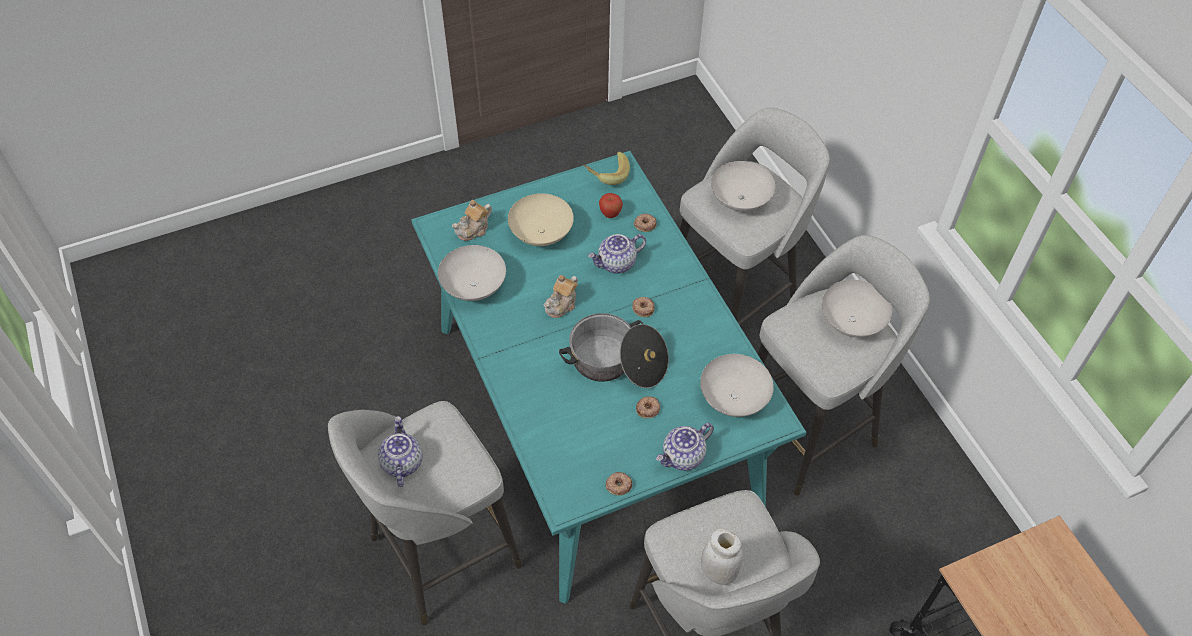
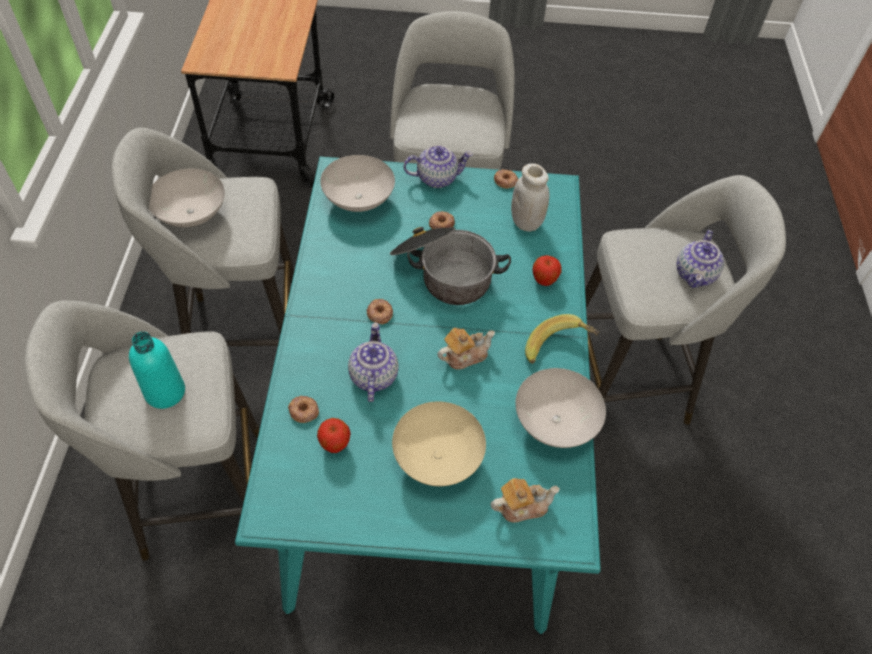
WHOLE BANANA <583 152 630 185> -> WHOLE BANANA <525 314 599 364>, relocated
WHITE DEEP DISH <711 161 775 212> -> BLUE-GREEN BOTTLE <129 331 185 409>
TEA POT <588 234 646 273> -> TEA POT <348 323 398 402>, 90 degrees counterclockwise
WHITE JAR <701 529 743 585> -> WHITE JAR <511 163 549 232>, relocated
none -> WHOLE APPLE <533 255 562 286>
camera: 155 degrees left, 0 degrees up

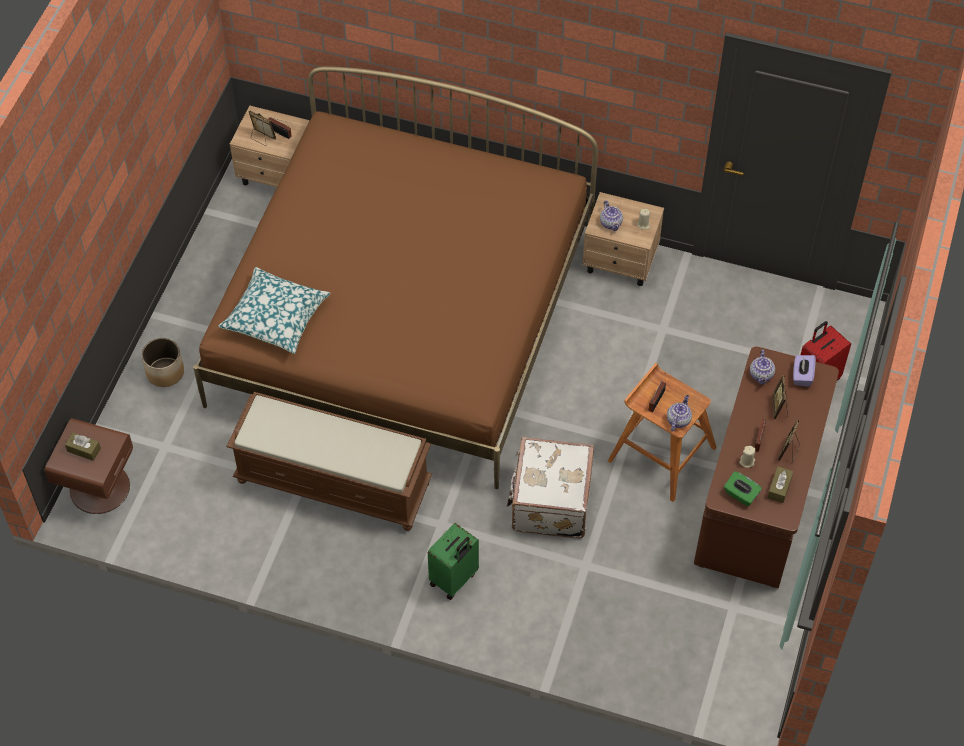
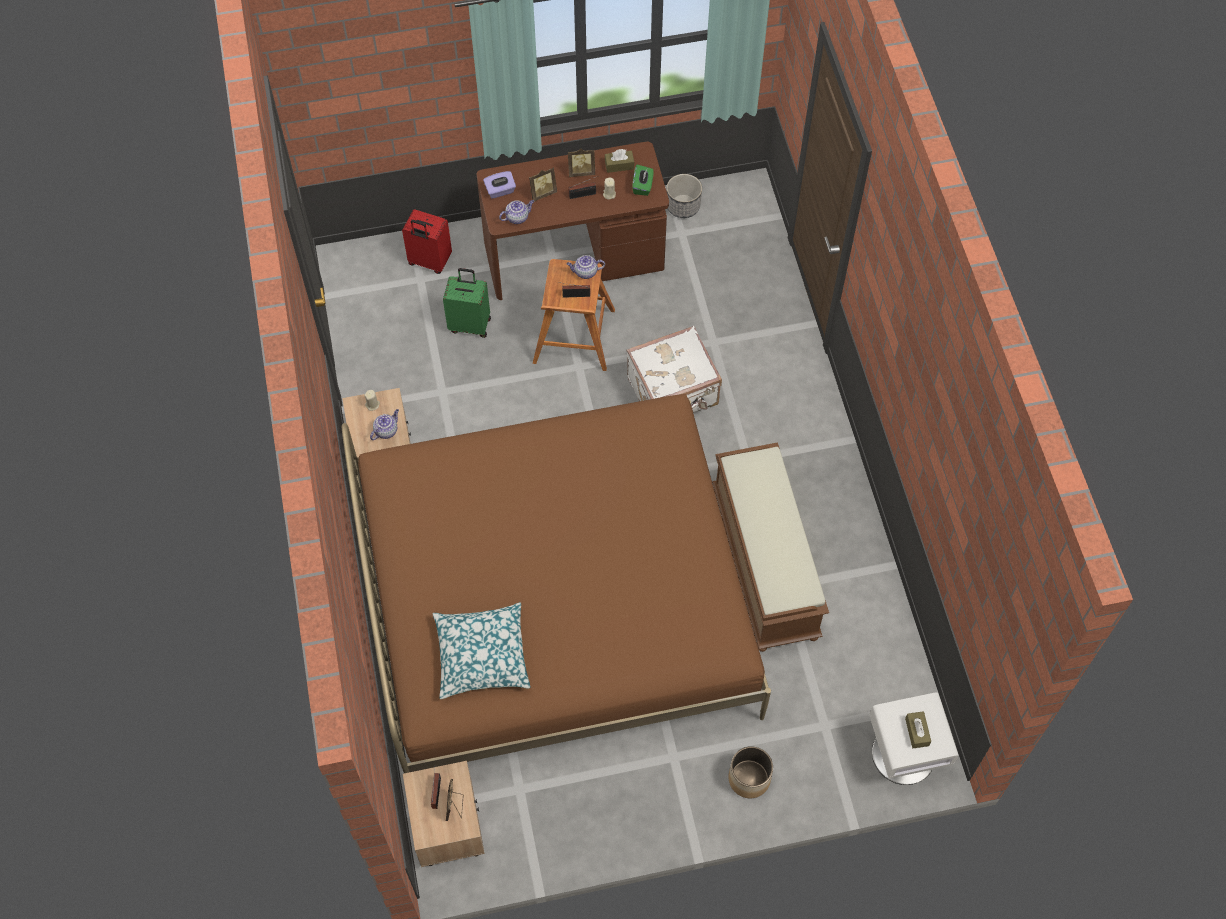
PILLOW <218 267 330 354> -> PILLOW <433 602 530 699>, relocated
BROWNISH NIGHT TABLE <45 418 133 514> -> WHITE NIGHT TABLE <869 692 959 785>
GREEN-COLOURED PIECE OF LUGGAGE <428 523 479 600> -> GREEN-COLOURED PIECE OF LUGGAGE <443 268 491 338>, relocated
none -> PLANT POT <667 174 702 218>
camera: 120 degrees left, 5 degrees up

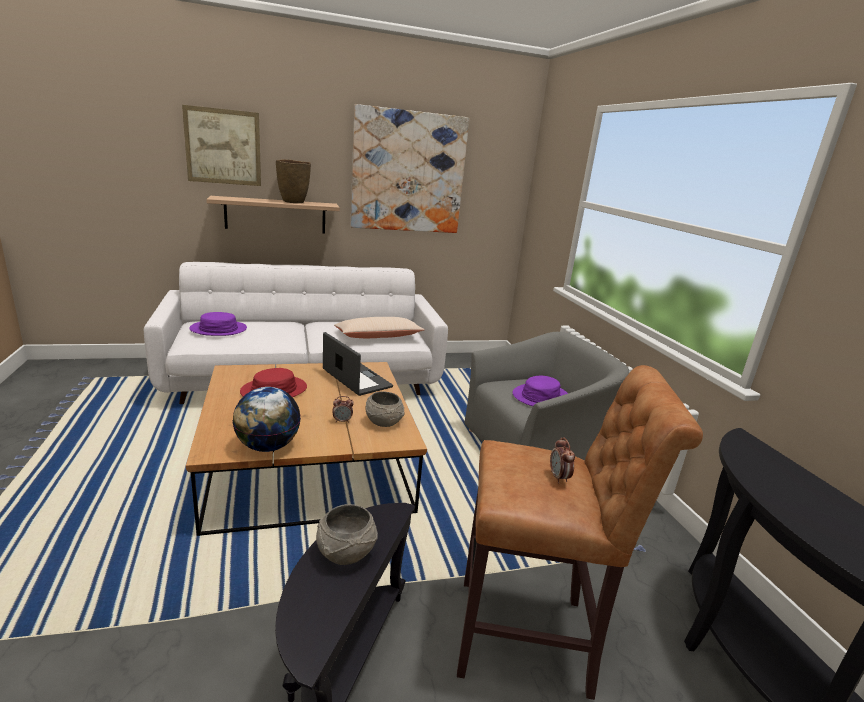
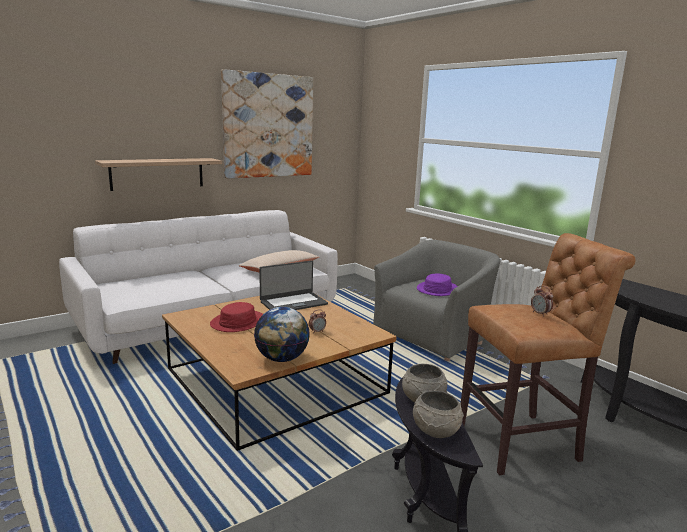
WALL PICTURE <182 105 261 186> -> none
BROWNISH DECORATIVE VASE <276 159 311 203> -> none
PURPLE HAT <189 312 247 336> -> none
PORTABLE COMPUTER <323 332 393 396> -> PORTABLE COMPUTER <259 261 328 310>, 120 degrees clockwise
GREYISH DEEP DISH <365 391 405 427> -> GREYISH DEEP DISH <413 391 464 438>, relocated
camera: 20 degrees left, 5 degrees down

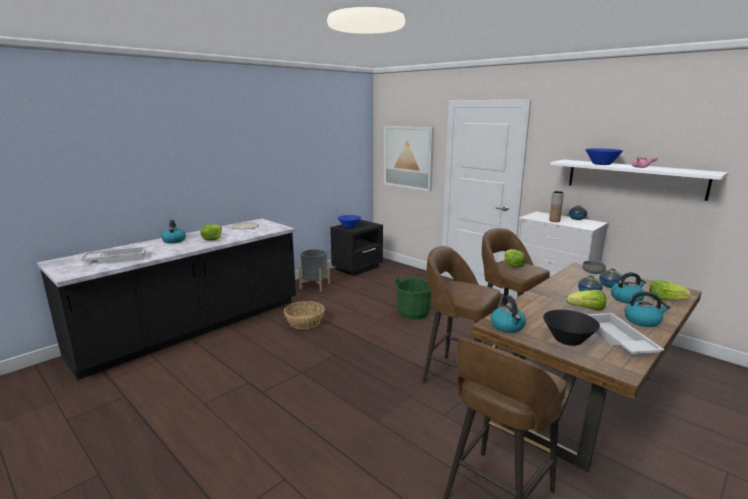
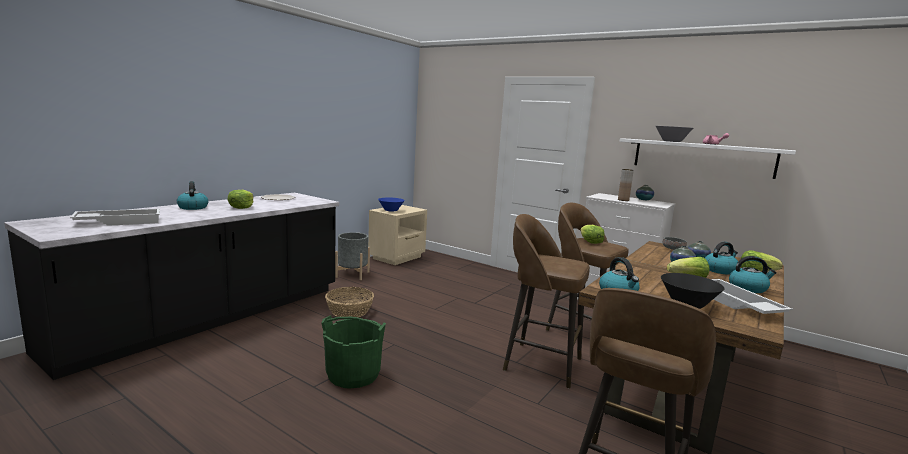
WALL PICTURE <384 126 434 192> -> none
BLUE-COLOURED DEEP DISH <585 148 623 165> -> GREYISH DEEP DISH <656 126 693 142>
BLACKISH NIGHT TABLE <330 220 383 276> -> BEIGE NIGHT TABLE <368 205 427 265>
GREEN-COLOURED WATER BUCKET <395 277 432 320> -> GREEN-COLOURED WATER BUCKET <321 316 386 389>, relocated
camera: 10 degrees left, 5 degrees down

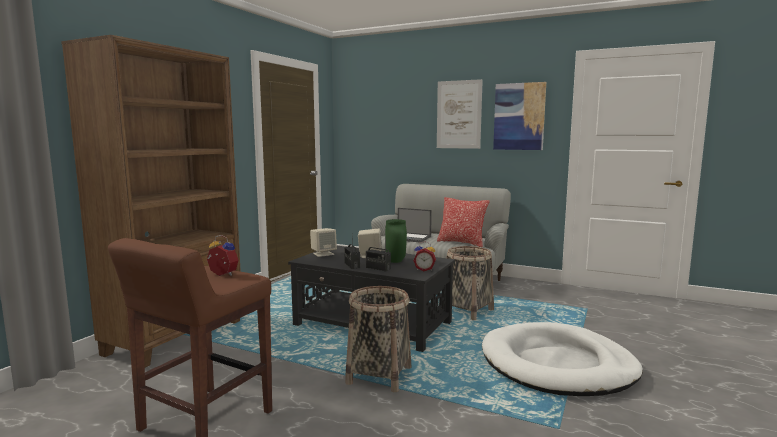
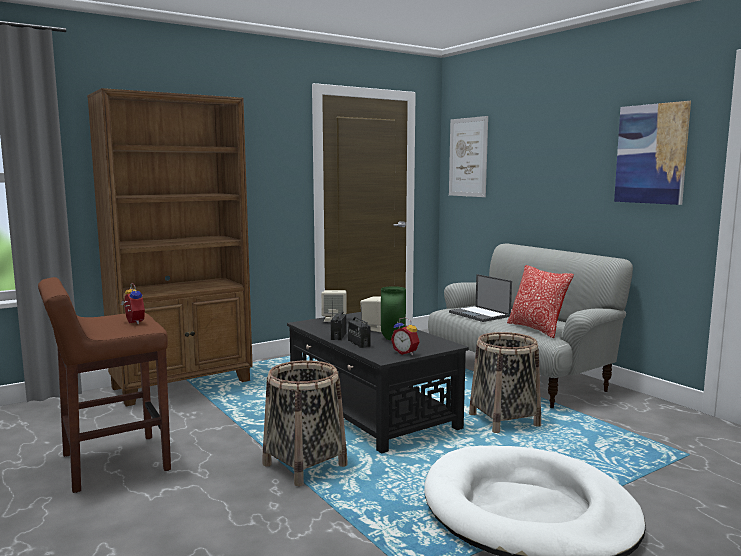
WALL PICTURE <437 79 483 149> -> WALL PICTURE <449 116 488 197>, relocated
camera: 30 degrees right, 0 degrees up

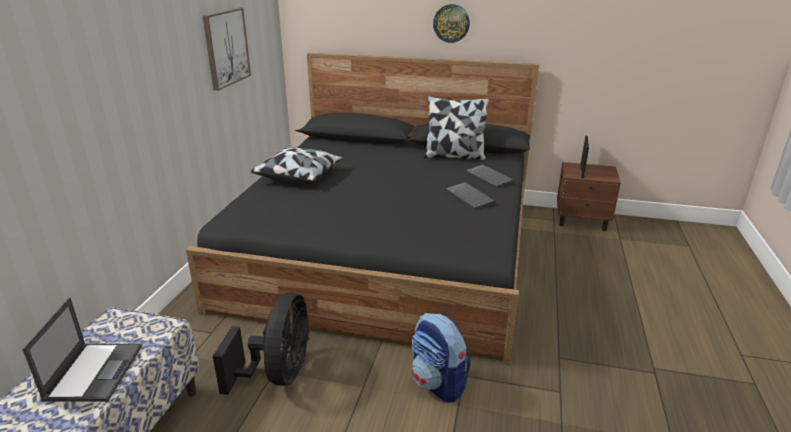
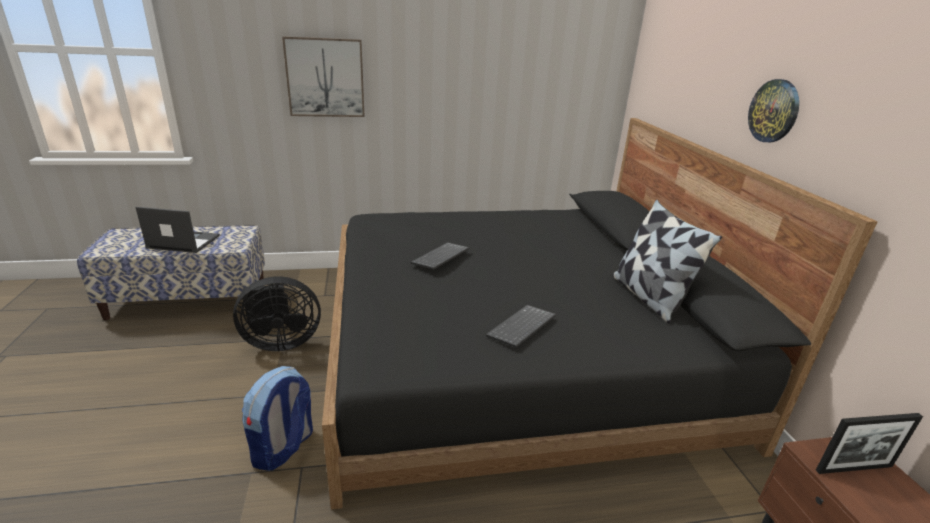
WALL PICTURE <203 8 251 91> -> WALL PICTURE <282 36 365 117>, relocated
PILLOW <251 147 343 184> -> none
COMPUTER KEYBOARD <466 164 514 188> -> COMPUTER KEYBOARD <411 242 469 270>, relocated
PORTABLE COMPUTER <22 297 142 402> -> PORTABLE COMPUTER <135 207 220 253>, 150 degrees counterclockwise
camera: 65 degrees right, 0 degrees up

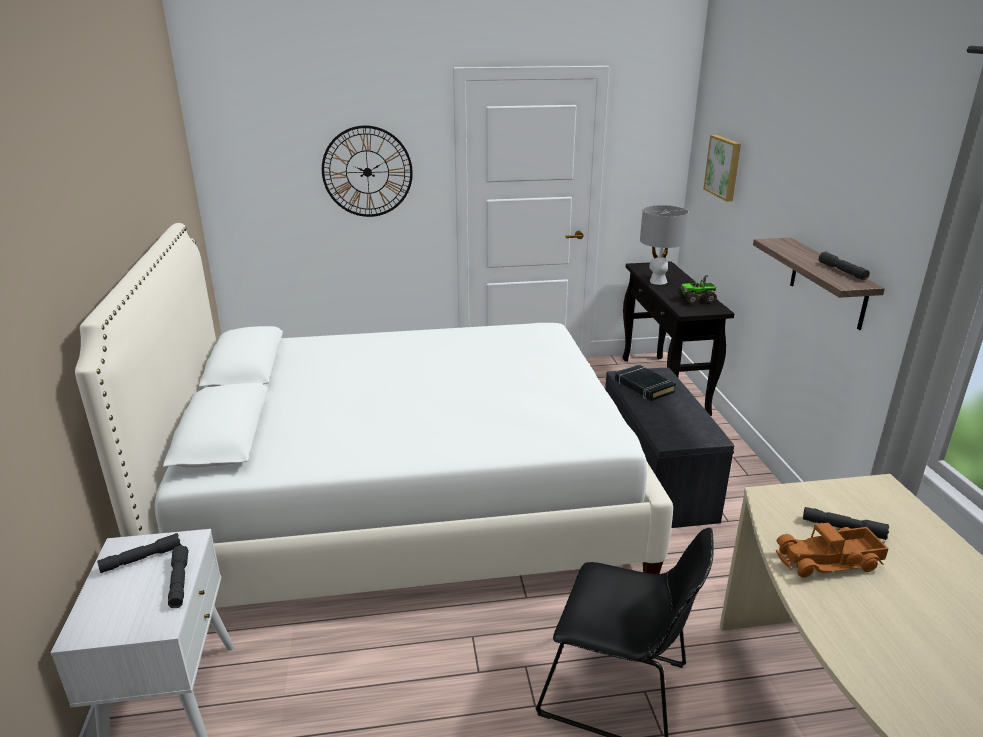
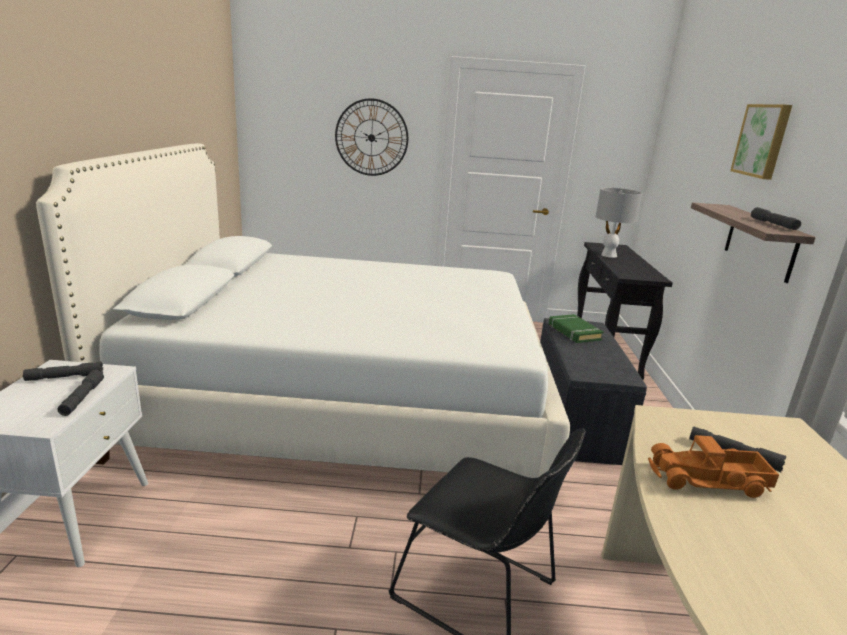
WALL PICTURE <703 135 741 201> -> WALL PICTURE <730 104 792 180>, relocated
TOY TRUCK <678 275 717 305> -> none
BLACKISH BOOK <615 365 676 401> -> GREEN-COLOURED BOOK <549 314 604 343>
camera: 10 degrees right, 5 degrees down

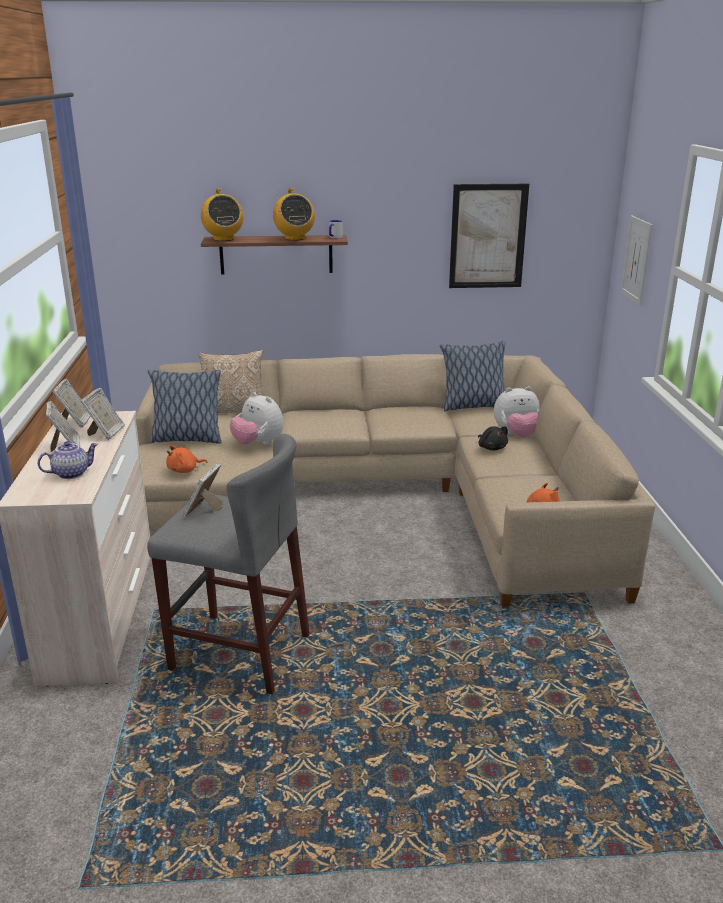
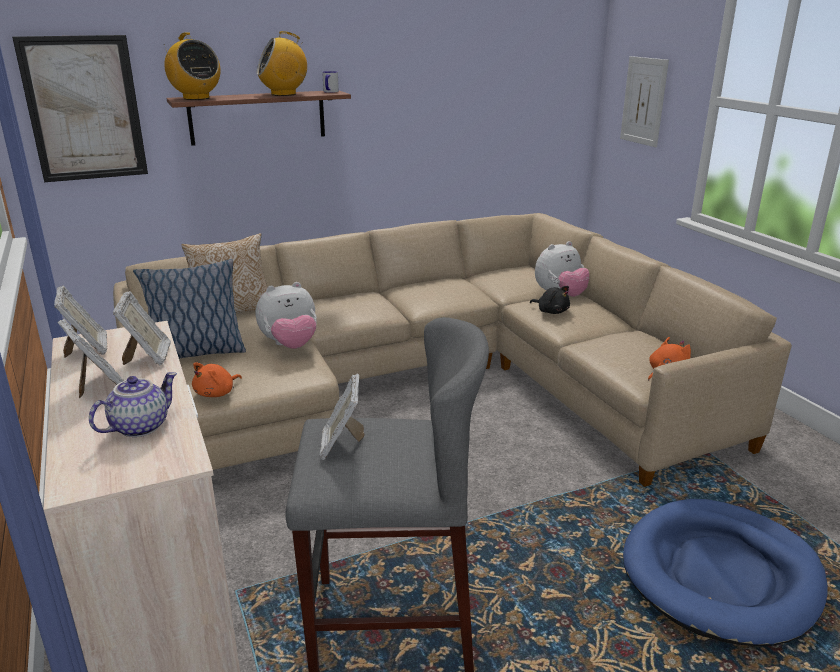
WALL PICTURE <449 184 529 288> -> WALL PICTURE <12 35 148 182>, relocated
RADIO <273 188 315 241> -> RADIO <256 31 307 96>, 105 degrees clockwise
PILLOW <440 341 505 411> -> none
SOFT TOY <230 392 284 445> -> SOFT TOY <256 282 317 349>, 45 degrees counterclockwise
none -> BLUE-COLOURED DOG CUSHION <623 499 828 646>
camera: 20 degrees left, 0 degrees up

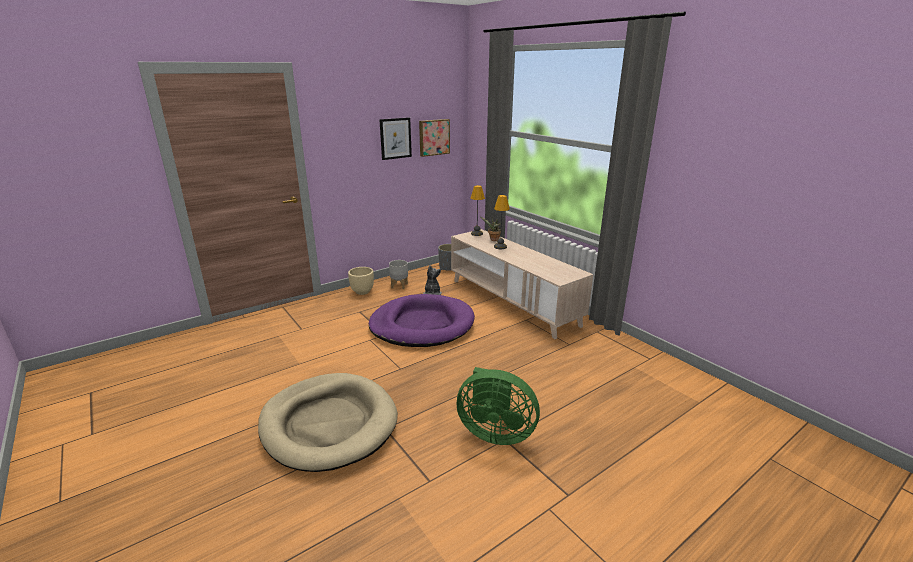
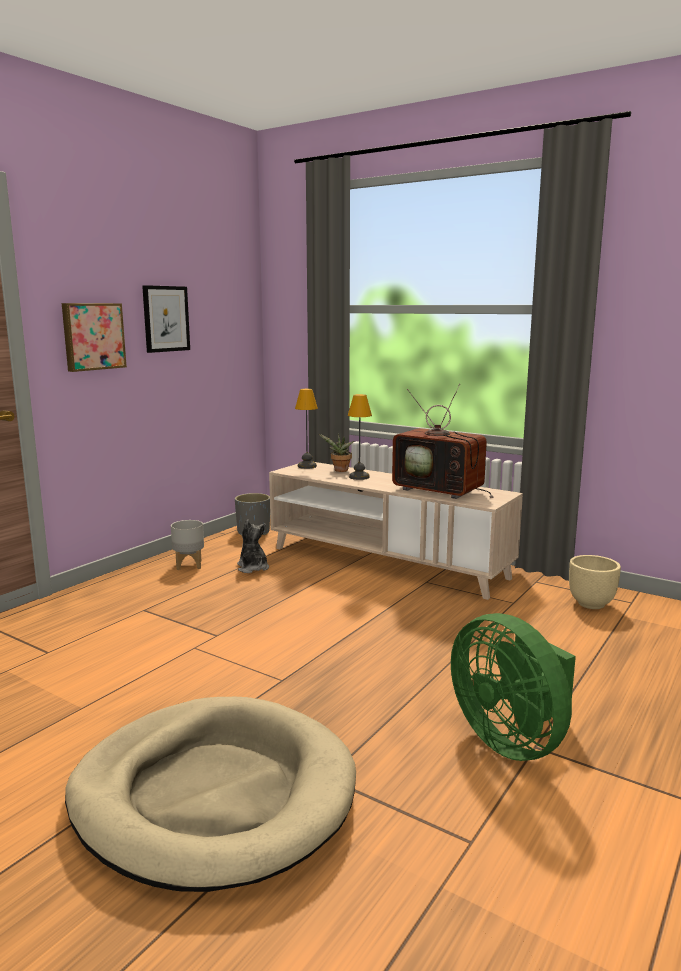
WALL PICTURE <419 119 450 157> -> WALL PICTURE <62 303 127 372>, relocated
BEIGE PLANT POT <348 267 374 295> -> BEIGE PLANT POT <569 555 621 609>, relocated
PURPLE DOG CUSHION <369 294 475 347> -> none
GREEN-COLOURED COOLING FAN <456 367 540 445> -> GREEN-COLOURED COOLING FAN <451 613 576 761>, 60 degrees clockwise
none -> TV <392 383 493 499>
camera: 20 degrees left, 10 degrees down

